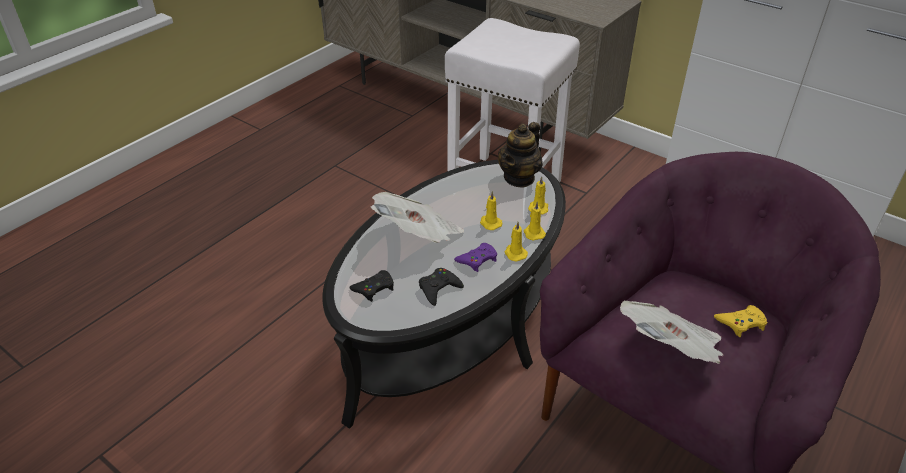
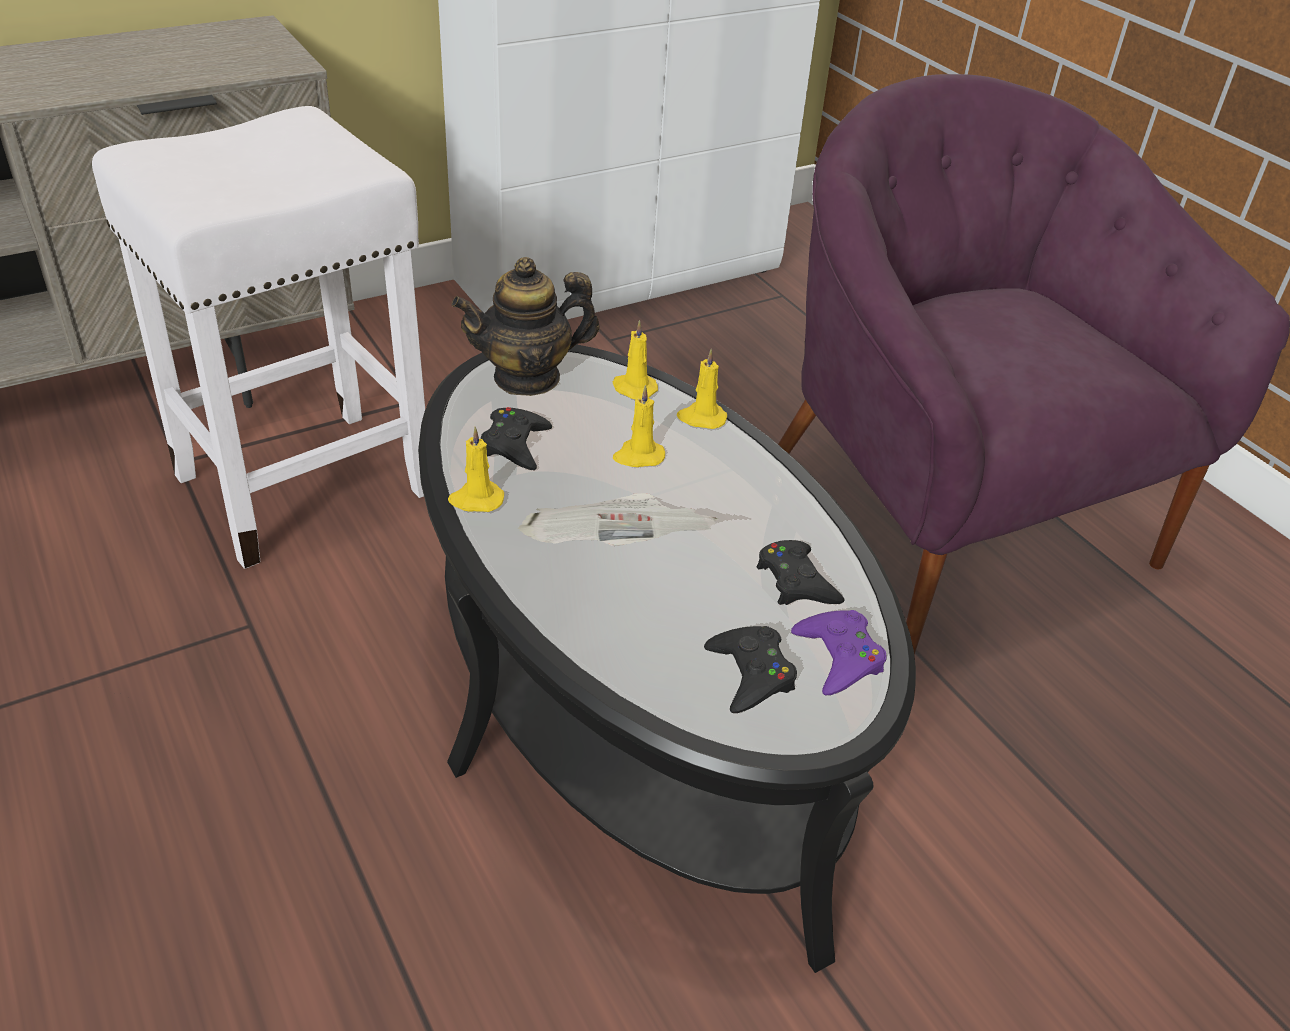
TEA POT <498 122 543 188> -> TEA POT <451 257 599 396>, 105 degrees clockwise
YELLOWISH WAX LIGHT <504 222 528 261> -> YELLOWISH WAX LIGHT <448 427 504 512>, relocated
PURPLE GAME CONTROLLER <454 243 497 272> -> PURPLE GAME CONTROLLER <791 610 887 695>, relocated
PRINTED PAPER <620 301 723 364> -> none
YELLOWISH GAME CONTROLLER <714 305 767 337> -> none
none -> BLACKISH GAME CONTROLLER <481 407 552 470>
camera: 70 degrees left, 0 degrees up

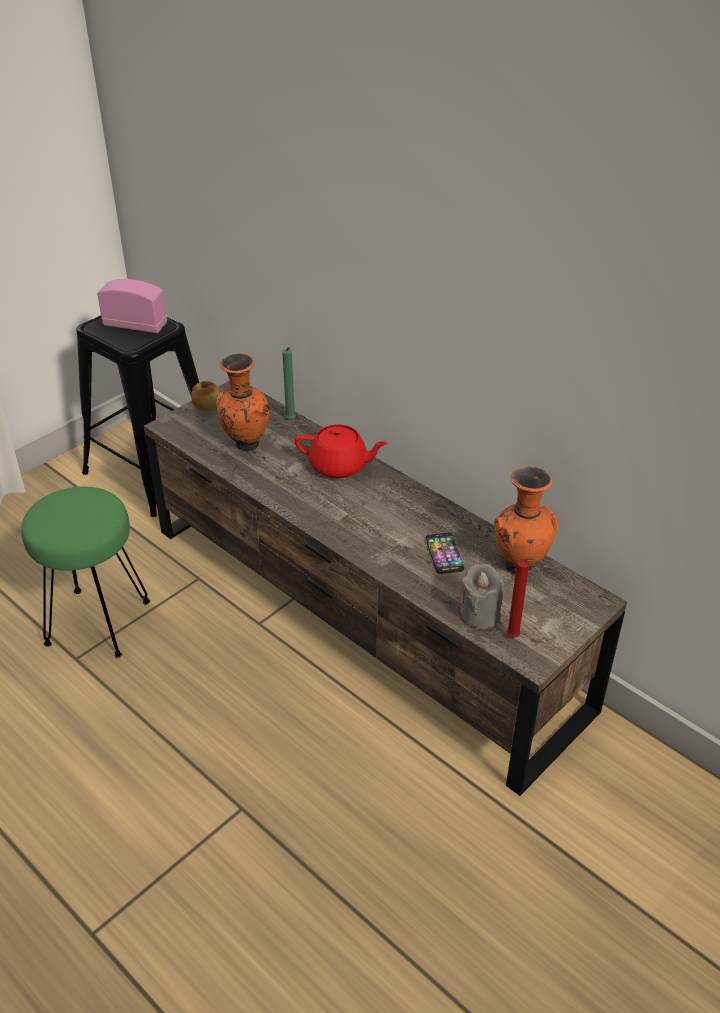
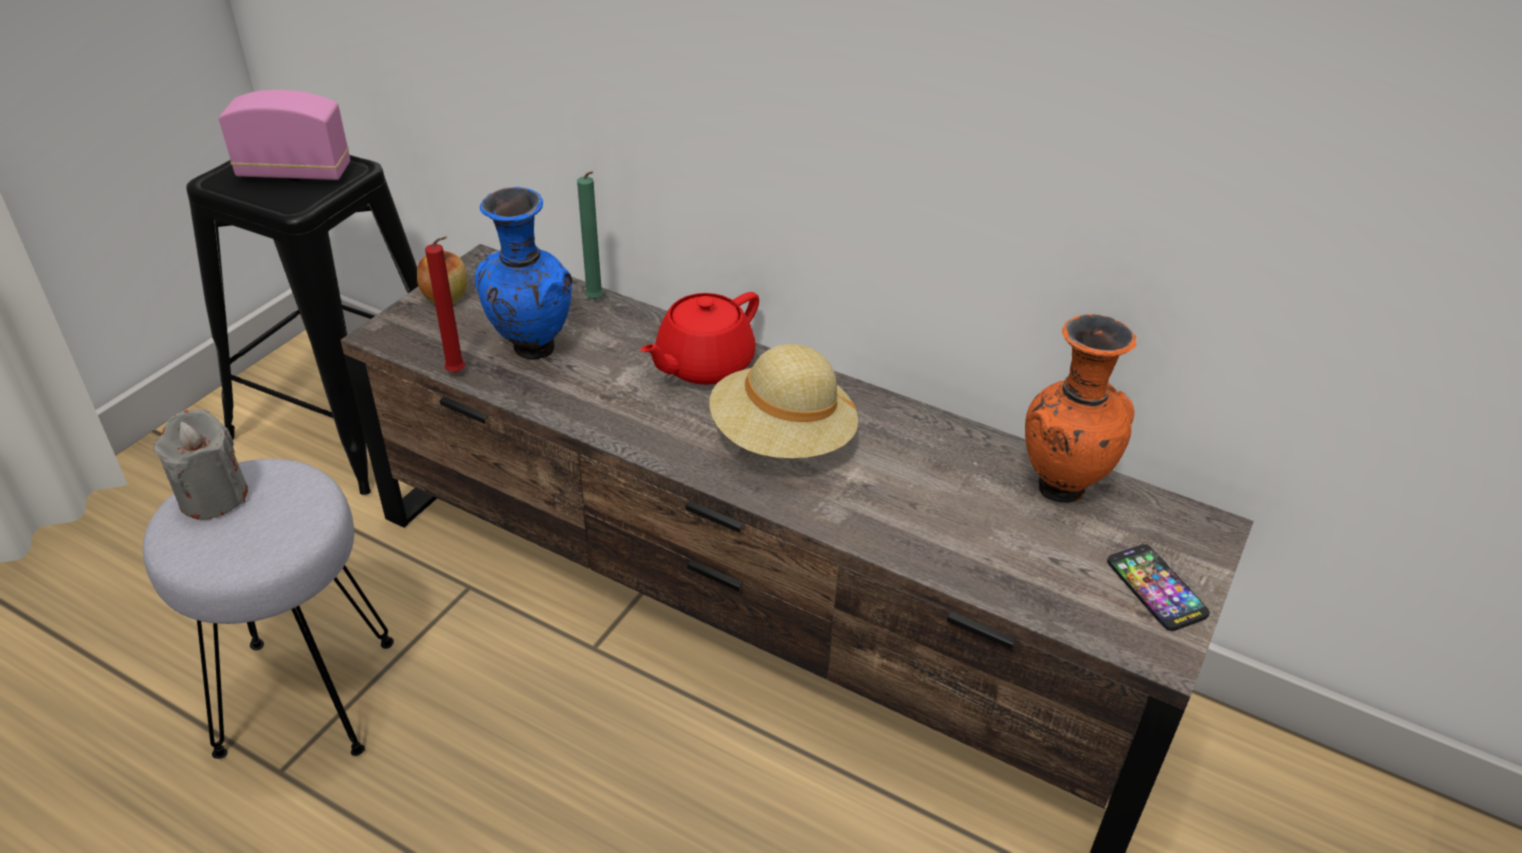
ORANGEY DECORATIVE VASE <216 353 270 451> -> BLUE-COLOURED DECORATIVE VASE <475 187 572 360>
REDDISH TEA POT <294 424 388 478> -> REDDISH TEA POT <640 292 759 385>, 135 degrees clockwise
GREEN-COLOURED STOOL SEAT <21 487 150 658> -> GREYISH STOOL SEAT <143 459 394 759>
PHONE <426 533 464 574> -> PHONE <1107 544 1210 631>, relocated
REDDISH WAX LIGHT <506 557 536 638> -> REDDISH WAX LIGHT <425 236 465 373>, relocated
GREYISH WAX LIGHT <460 563 504 629> -> GREYISH WAX LIGHT <153 409 248 520>, relocated
none -> BEIGE HAT <709 344 858 459>
camera: 15 degrees left, 0 degrees up

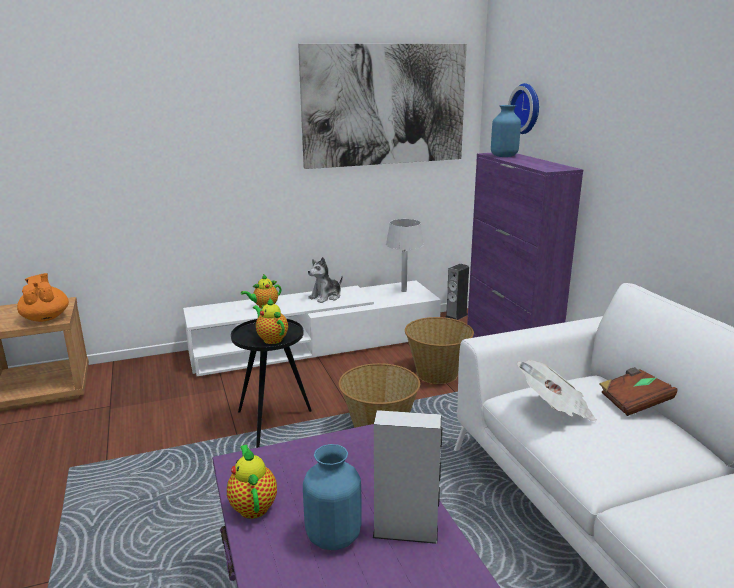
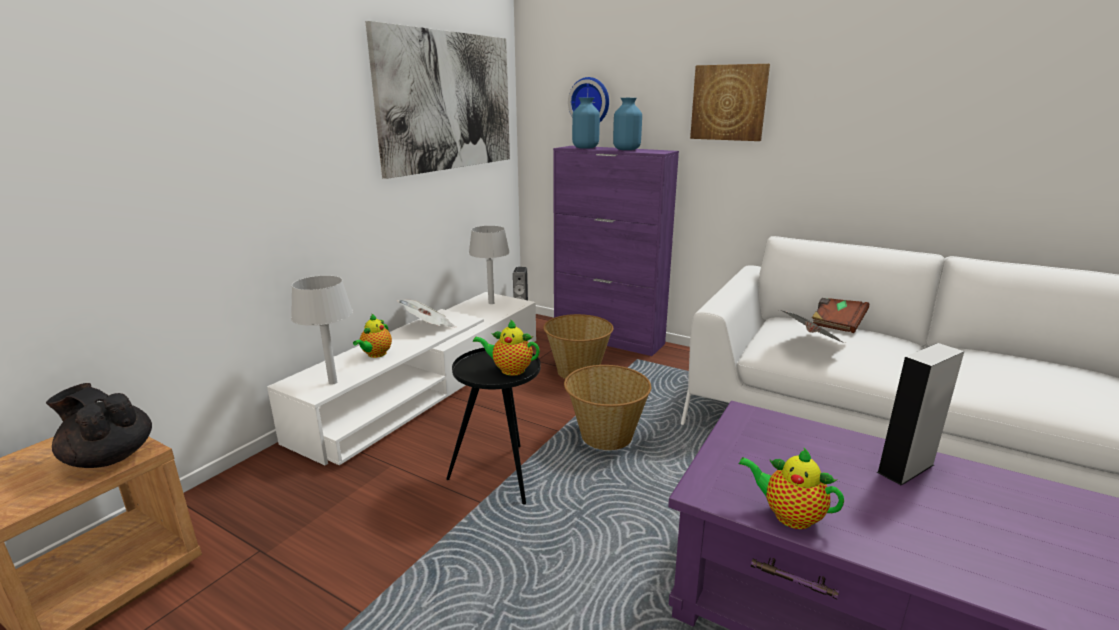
SOFT TOY <308 257 343 303> -> PRINTED PAPER <397 299 456 327>
ORANGEY TEA POT <17 273 69 322> -> BLACKISH TEA POT <46 383 152 468>
BLUE-COLOURED DECORATIVE VASE <303 444 362 550> -> BLUE-COLOURED DECORATIVE VASE <613 98 642 150>, relocated
none -> WALL PICTURE <690 64 770 141>
none -> GREYISH TABLE LAMP <291 275 353 385>
camera: 40 degrees left, 0 degrees up

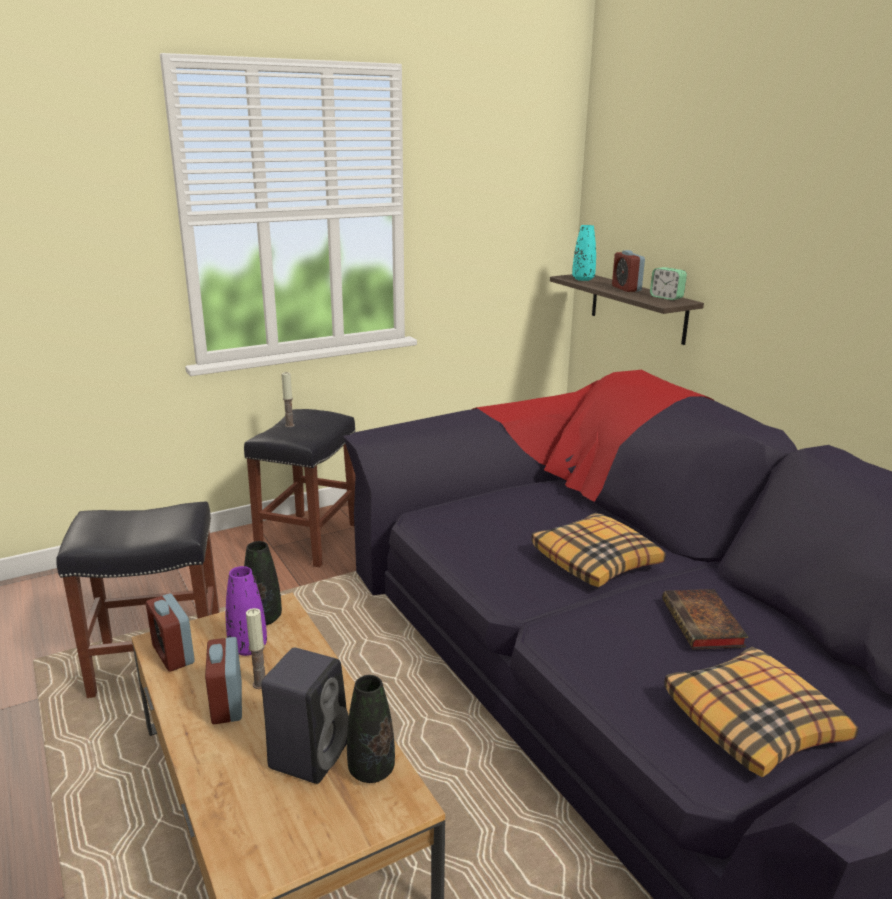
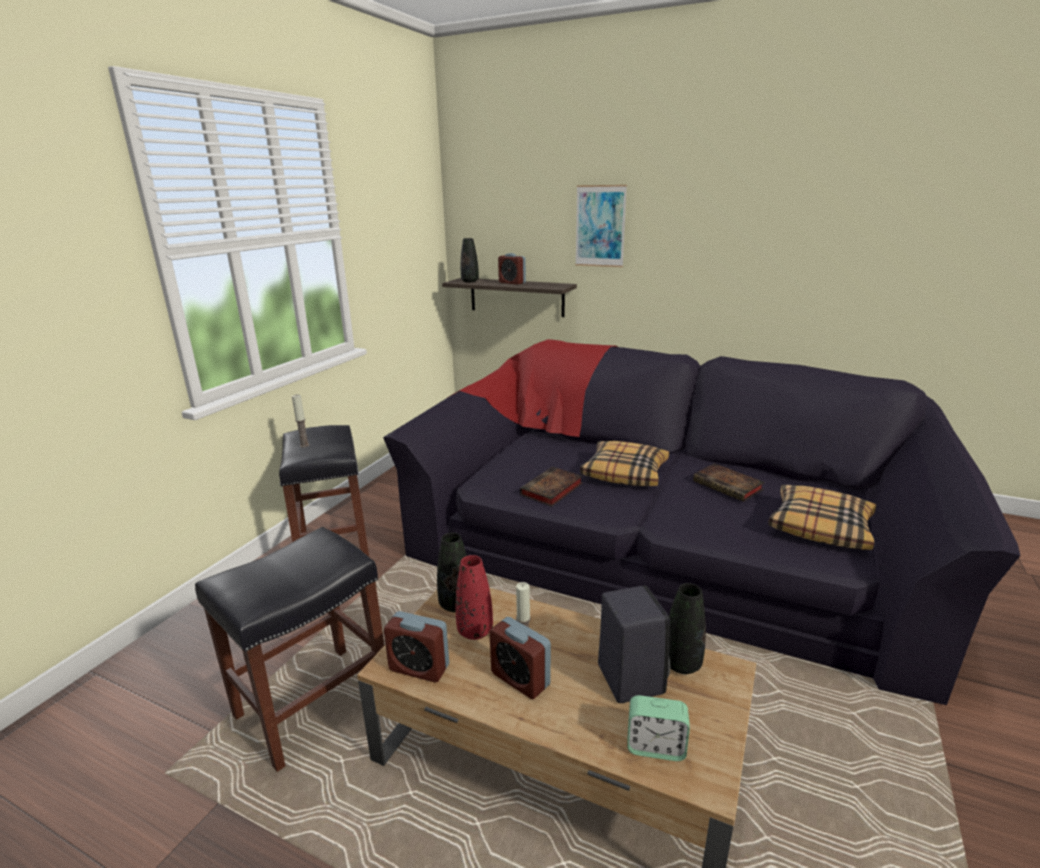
BLUE-GREEN DECORATIVE VASE <572 225 596 281> -> BLACKISH DECORATIVE VASE <461 238 479 283>
ALARM CLOCK <650 267 687 300> -> ALARM CLOCK <627 695 690 761>, relocated
PURPLE DECORATIVE VASE <226 566 267 656> -> REDDISH DECORATIVE VASE <456 555 493 640>
none -> WALL PICTURE <575 185 627 267>
none -> BOOK <520 467 583 507>
camera: 35 degrees left, 0 degrees up

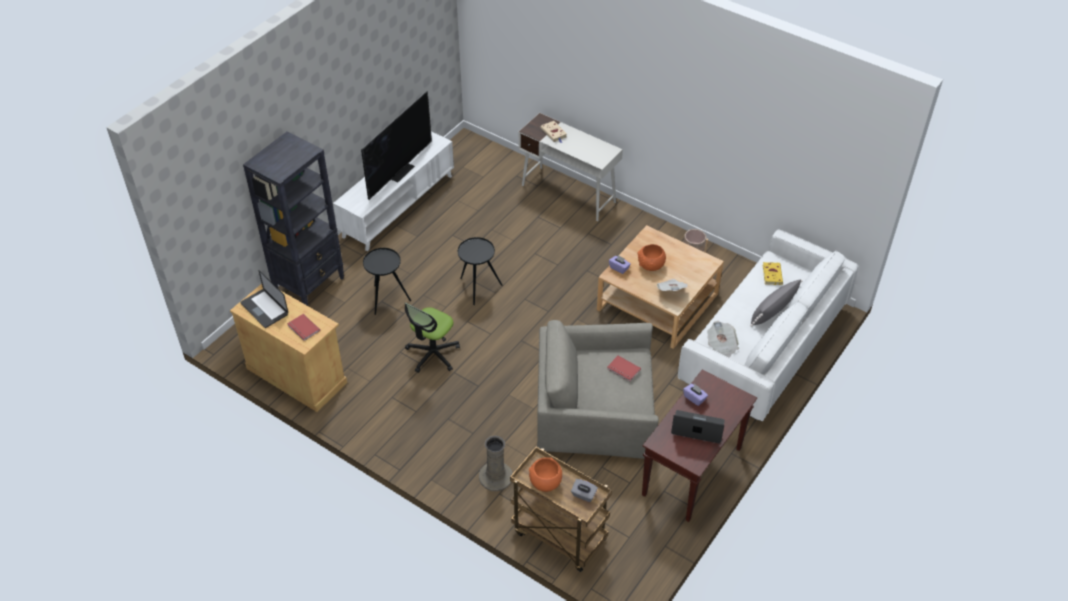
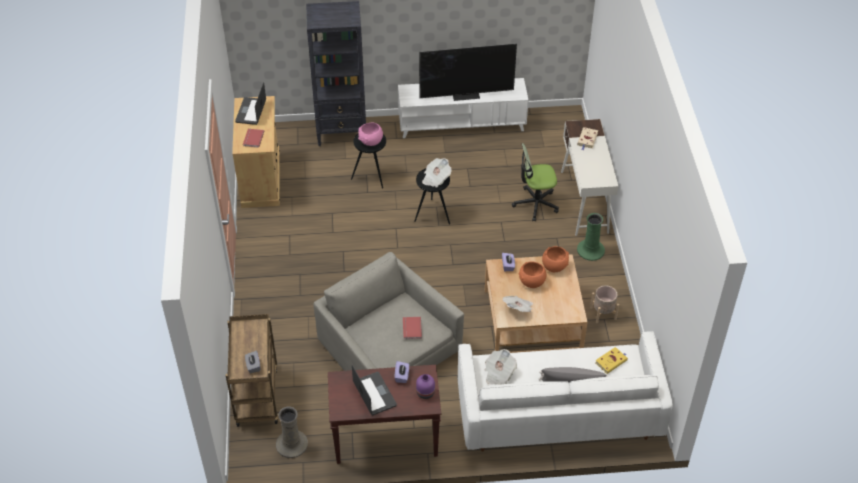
OFFICE CHAIR <405 303 460 373> -> OFFICE CHAIR <512 143 559 222>, relocated
BEIGE DECORATIVE VASE <479 436 513 491> -> BEIGE DECORATIVE VASE <276 406 308 458>, relocated
ORANGEY DEEP DISH <529 457 562 492> -> ORANGEY DEEP DISH <542 246 569 272>, relocated
none -> PINK DEEP DISH <358 123 383 146>
none -> PRINTED PAPER <422 158 452 188>
none -> GREEN-COLOURED DECORATIVE VASE <577 213 605 261>
none -> PURPLE DECORATIVE VASE <416 374 435 399>
camera: 50 degrees right, 0 degrees up

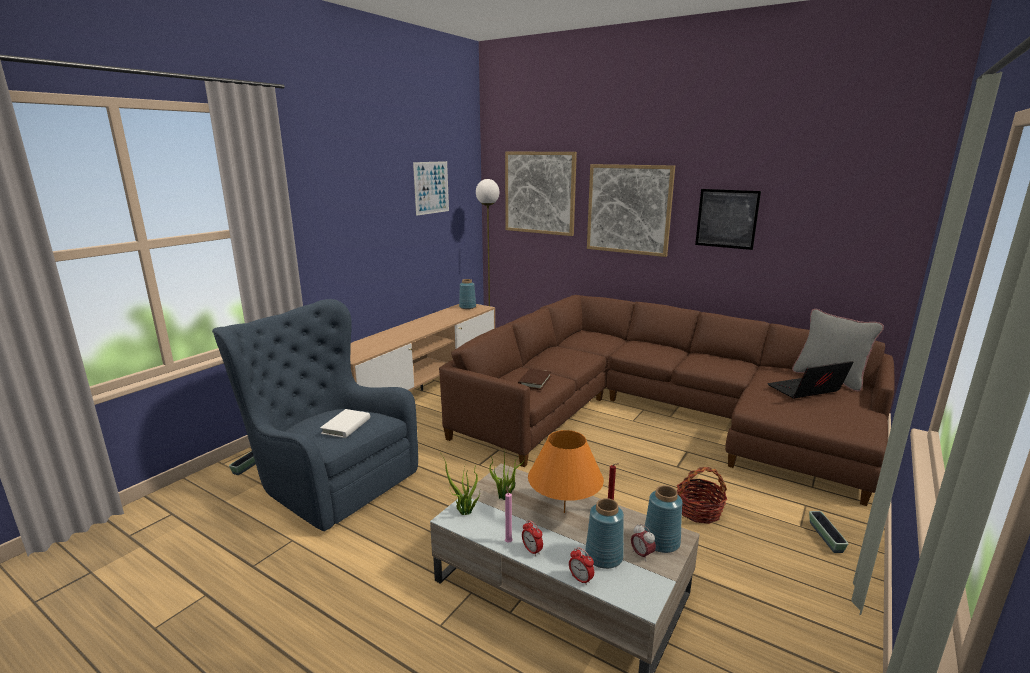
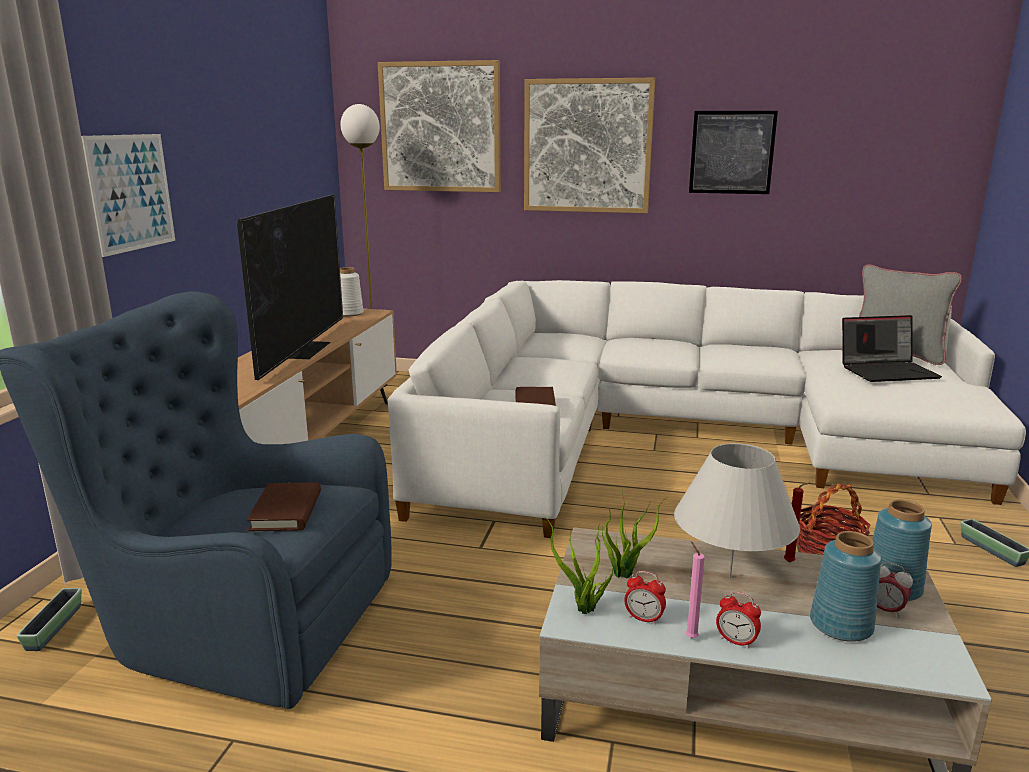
WALL PICTURE <413 161 449 216> -> WALL PICTURE <81 134 175 257>, relocated
BLUE-COLOURED DECORATIVE VASE <459 279 476 309> -> WHITE DECORATIVE VASE <340 267 363 316>
BROWNISH SETTEE <439 295 895 506> -> WHITE SETTEE <388 280 1026 538>
PORTABLE COMPUTER <767 361 854 399> -> PORTABLE COMPUTER <842 315 942 382>, 150 degrees counterclockwise
WHITE BOOK <320 409 370 438> -> BROWNISH BOOK <247 482 321 531>
ORANGEY TABLE LAMP <528 430 604 513> -> WHITE TABLE LAMP <674 443 800 578>
ALARM CLOCK <569 547 594 585> -> ALARM CLOCK <624 571 666 624>, relocated
none -> TV <237 194 343 380>
camera: 20 degrees left, 0 degrees up

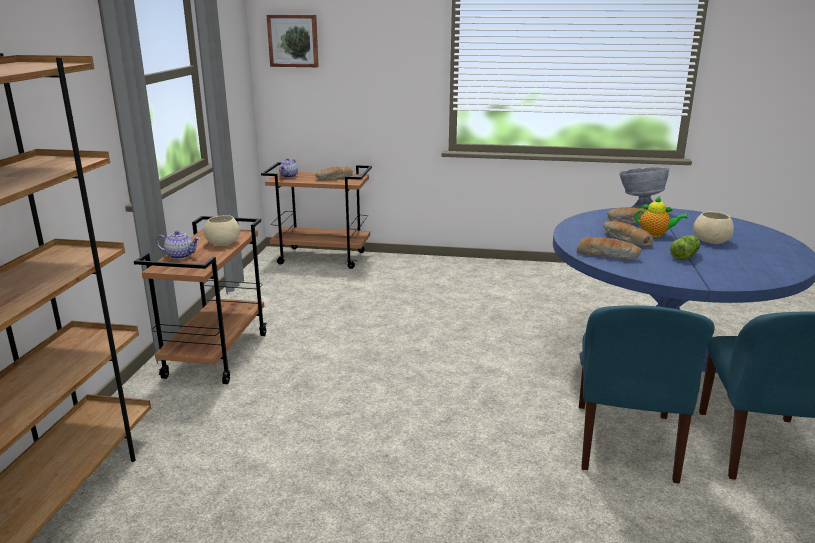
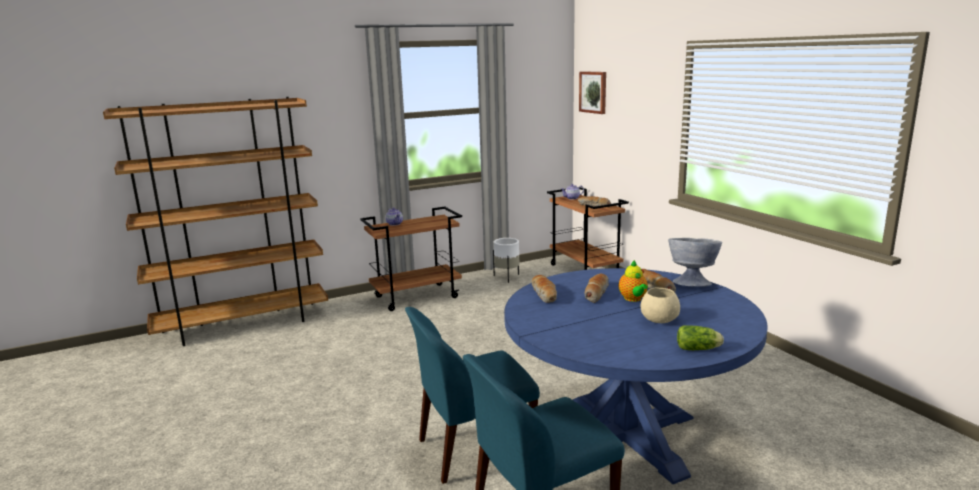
BEIGE DEEP DISH <204 215 240 246> -> none
LETTUCE <670 235 700 260> -> LETTUCE <677 325 724 350>, relocated
none -> WHITE PLANT POT <493 238 519 283>
camera: 55 degrees right, 5 degrees down

